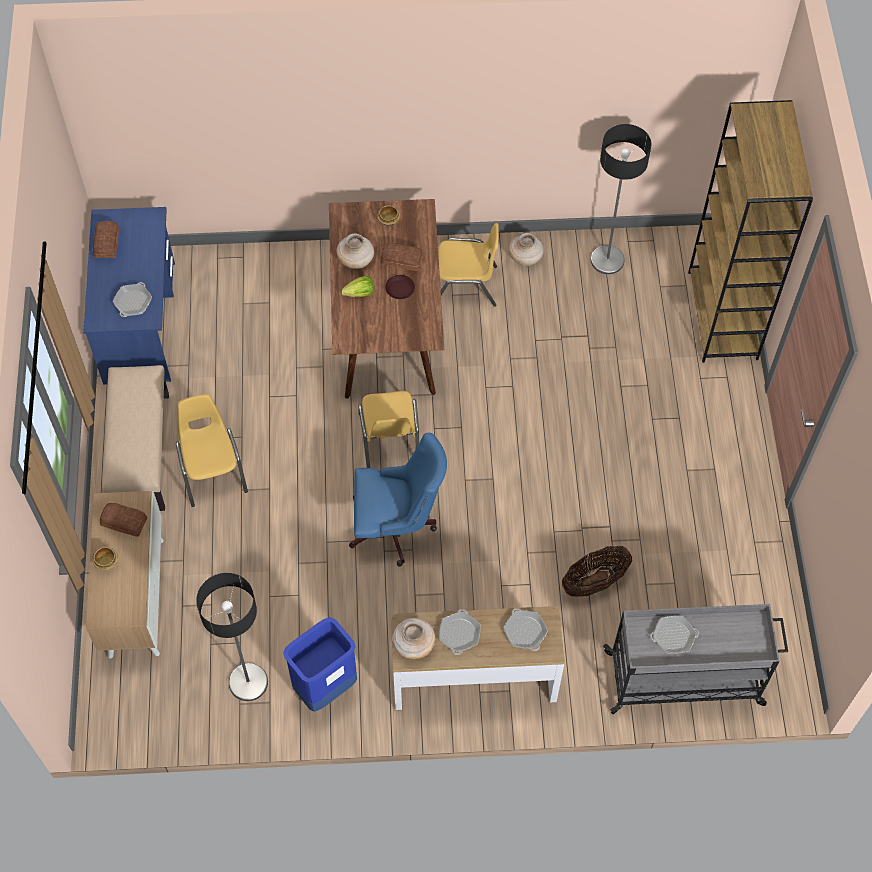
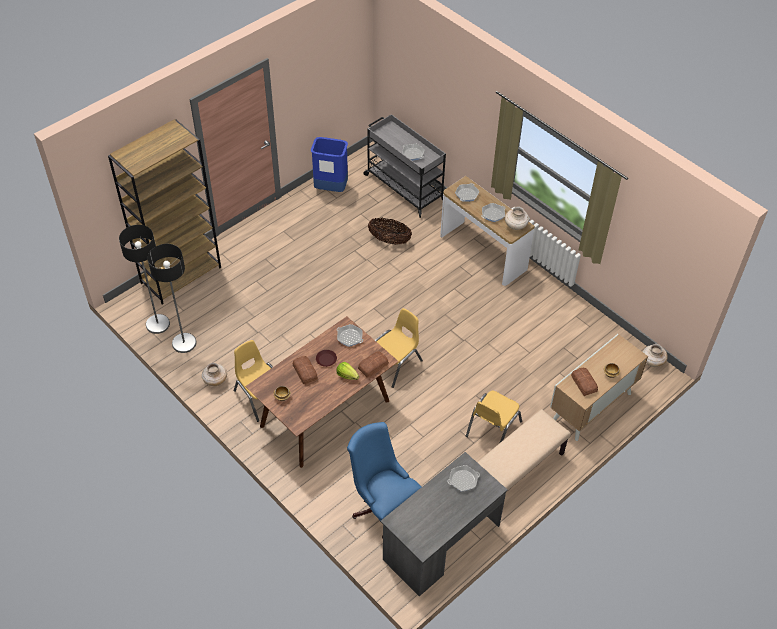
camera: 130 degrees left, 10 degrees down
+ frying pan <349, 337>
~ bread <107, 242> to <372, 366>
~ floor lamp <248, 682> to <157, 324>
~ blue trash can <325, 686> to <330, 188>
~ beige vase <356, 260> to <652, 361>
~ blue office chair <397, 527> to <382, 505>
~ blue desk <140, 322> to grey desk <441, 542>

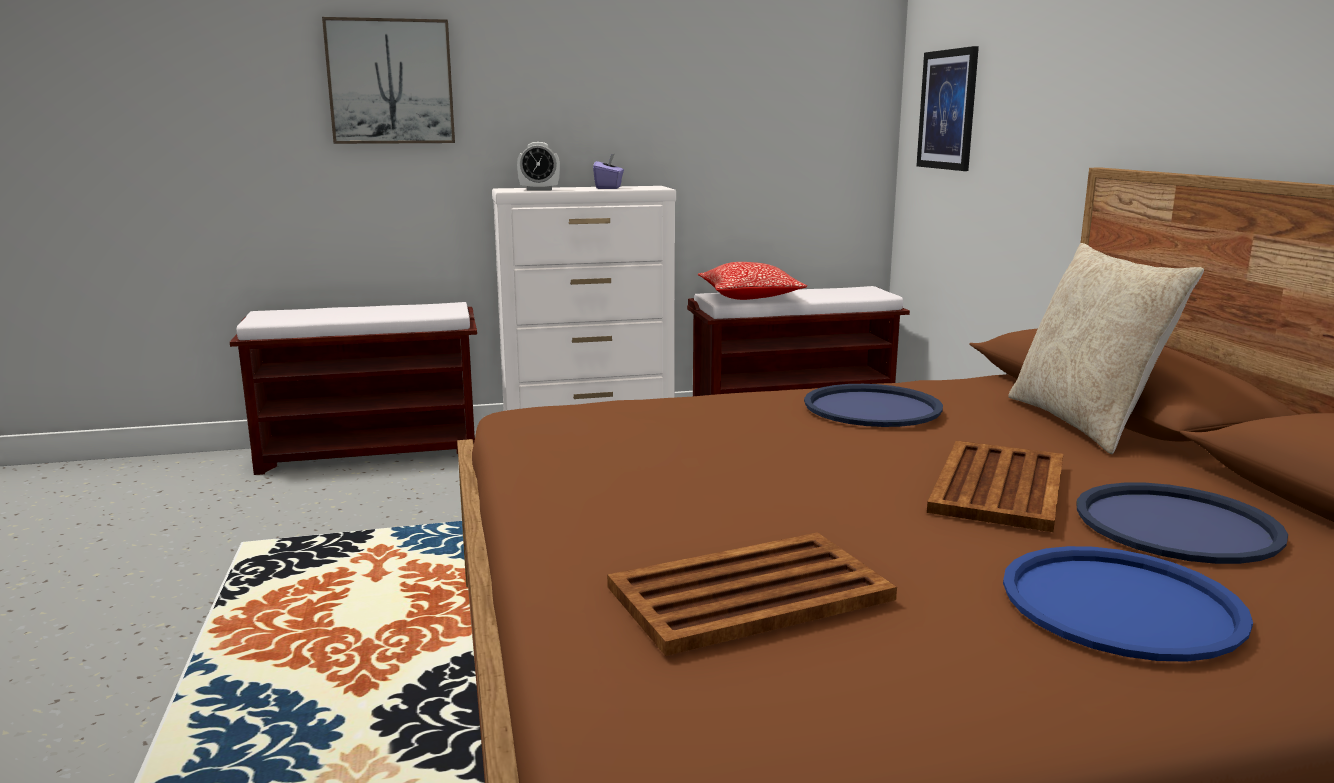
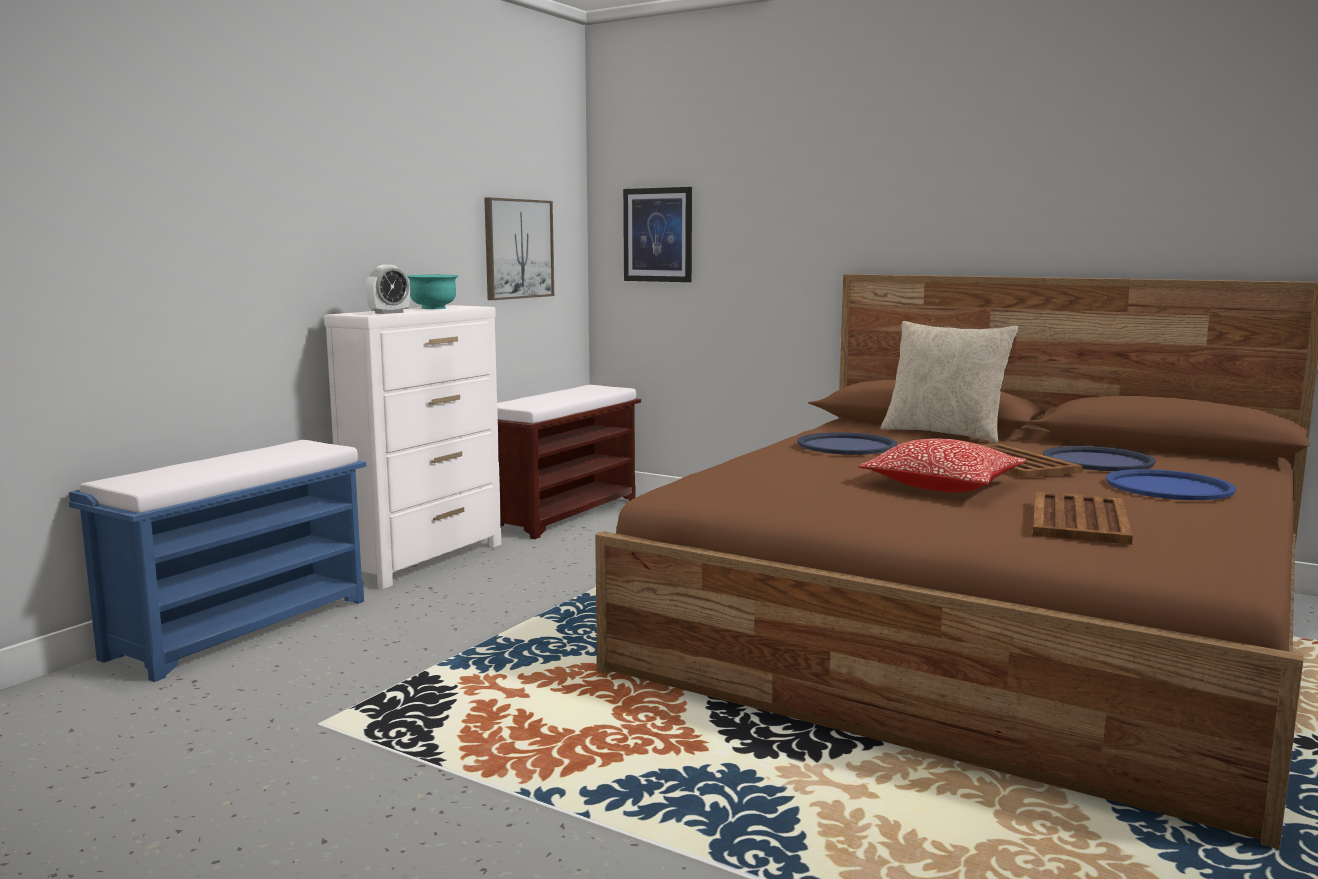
camera: 45 degrees left, 5 degrees down
~ picture <390, 82> to <518, 249>
~ pillow <750, 297> to <942, 486>
~ purple tissue box <609, 188> to turquoise bowl <433, 308>
~ brown bench <372, 452> to blue bench <242, 627>

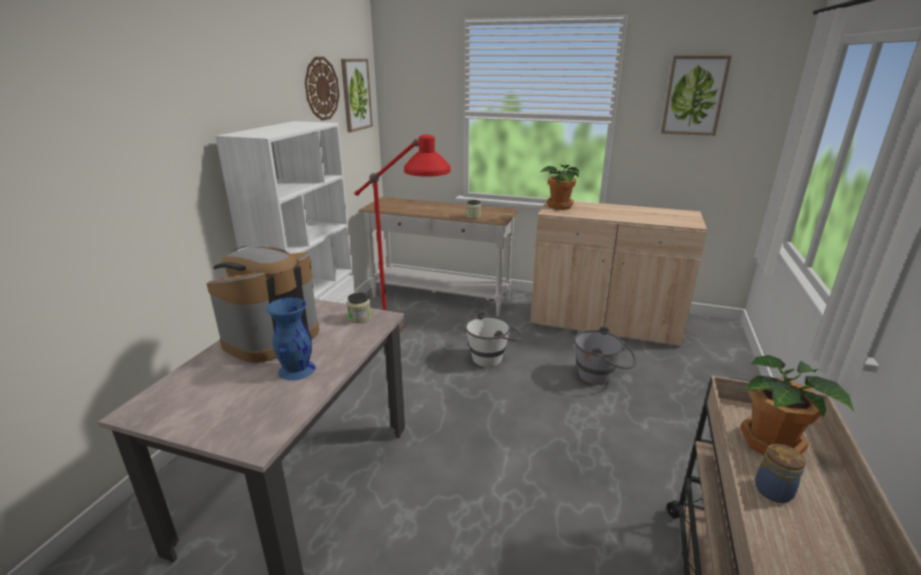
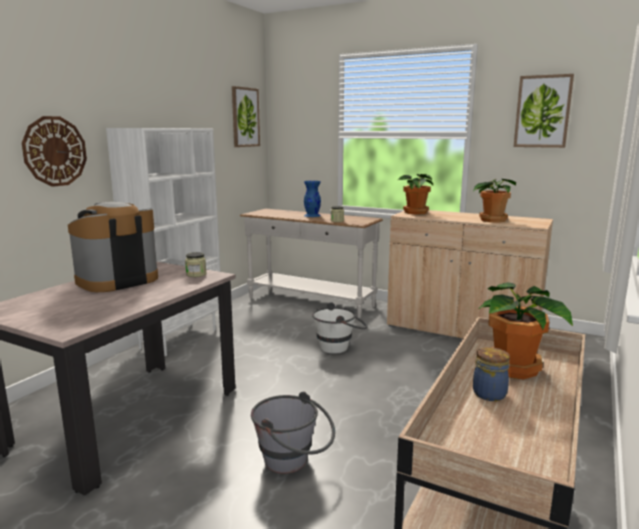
camera: 10 degrees right, 10 degrees down
- red floor lamp <402, 336>
+ potted plant <491, 220>
~ blue vase <296, 370> to <312, 215>
~ wall clock <321, 89> to <55, 151>
~ grey bucket <601, 377> to <293, 462>

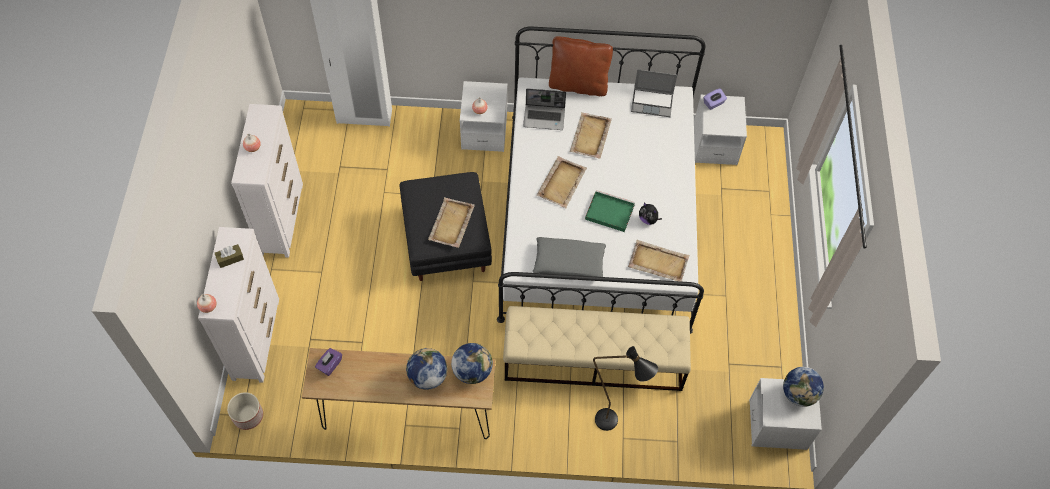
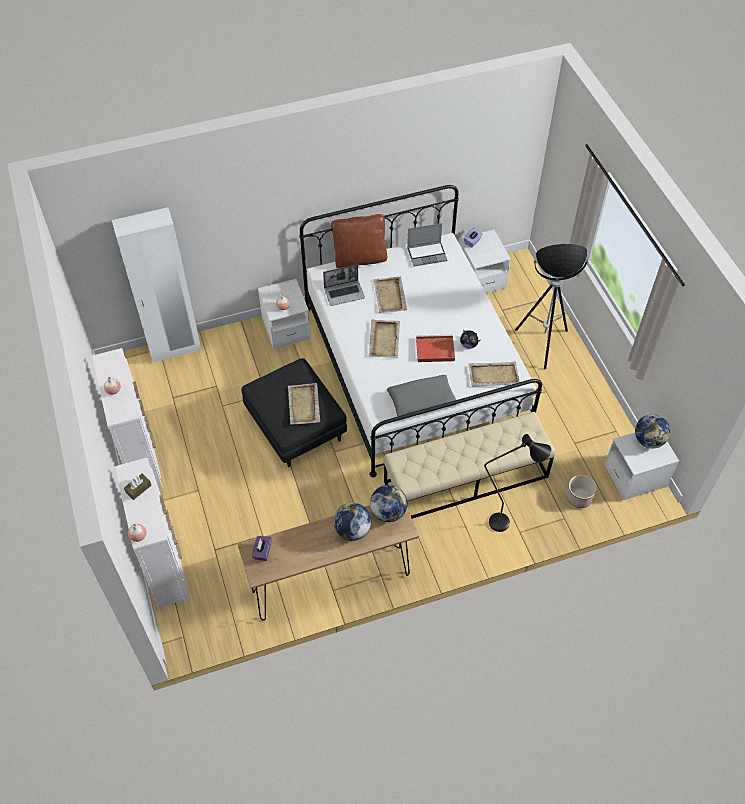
camera: 20 degrees left, 5 degrees down
+ floor lamp <542, 344>
~ planter <248, 416> to <579, 497>
~ green tray <608, 212> to red tray <434, 350>

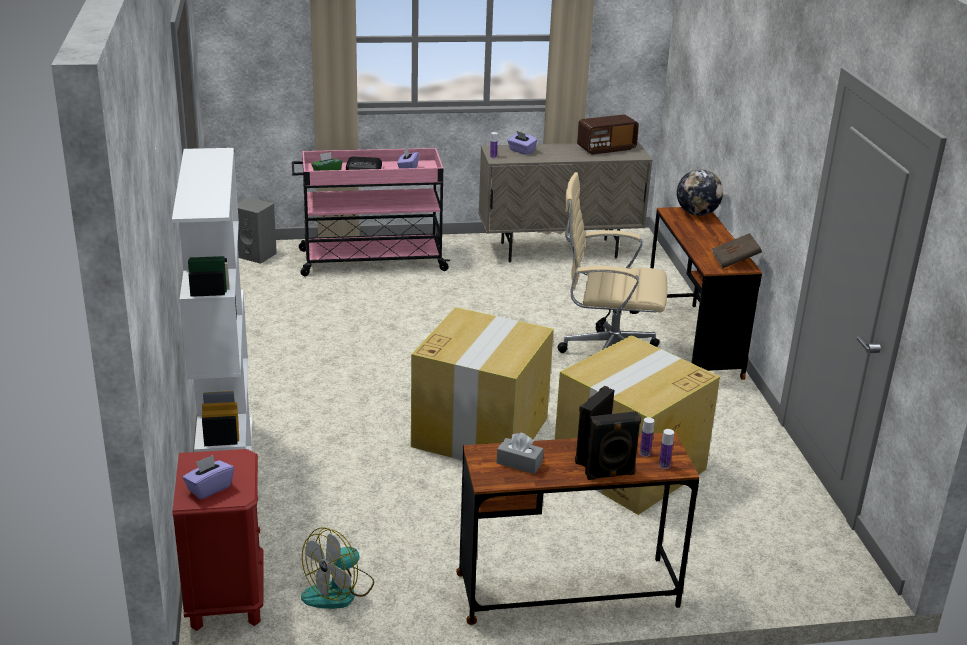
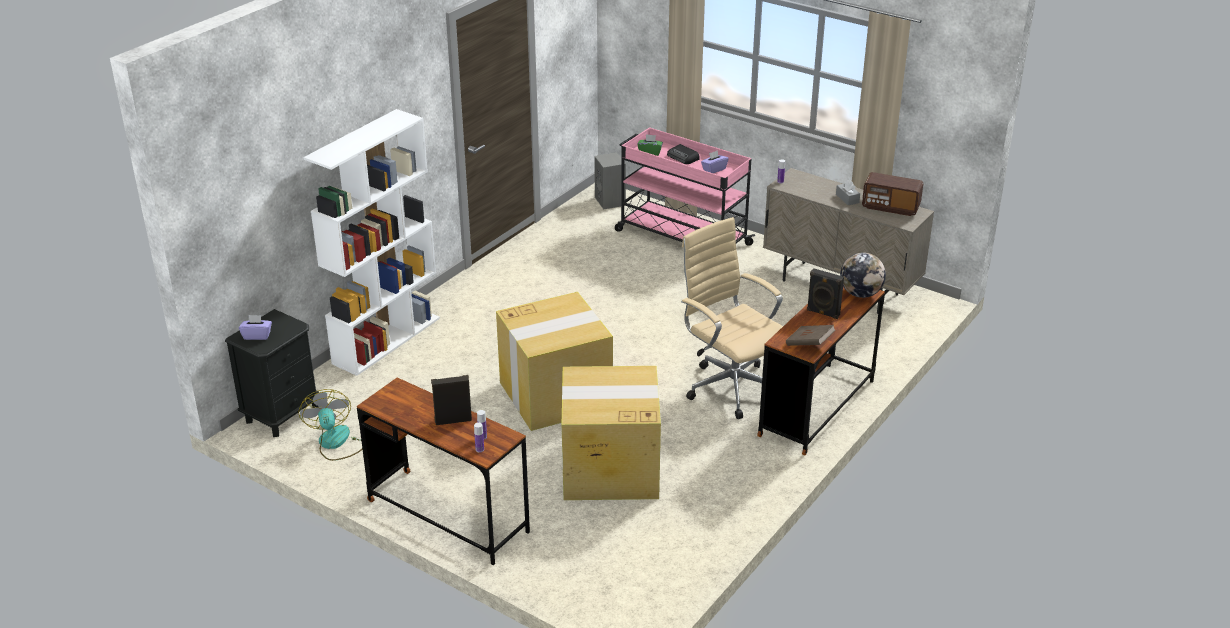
camera: 45 degrees right, 5 degrees up
- purple tissue box <521, 151>
~ grey tissue box <519, 463> to <847, 198>
~ black speaker <610, 475> to <823, 313>
~ red nightstand <226, 596> to black nightstand <282, 414>
~ fan <339, 591> = <336, 443> 75 degrees clockwise

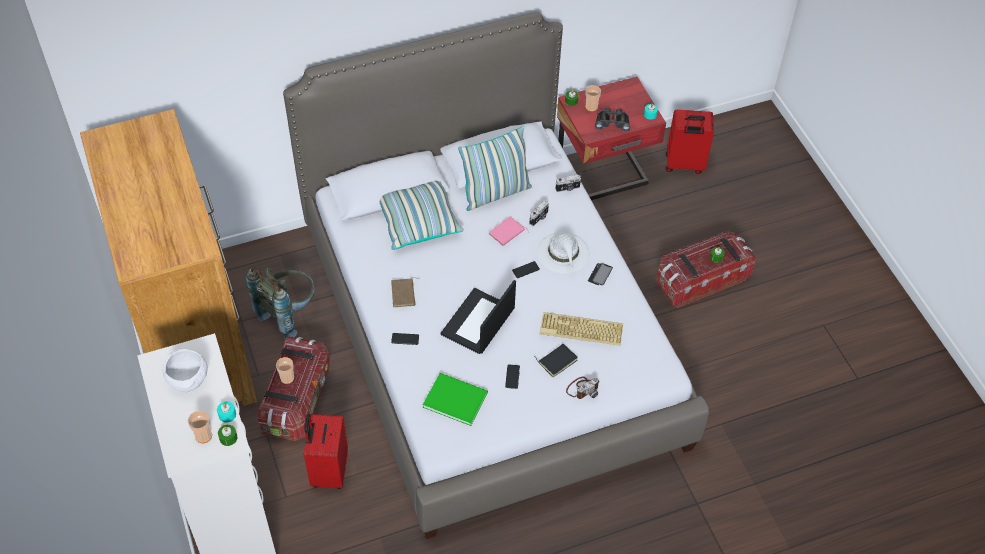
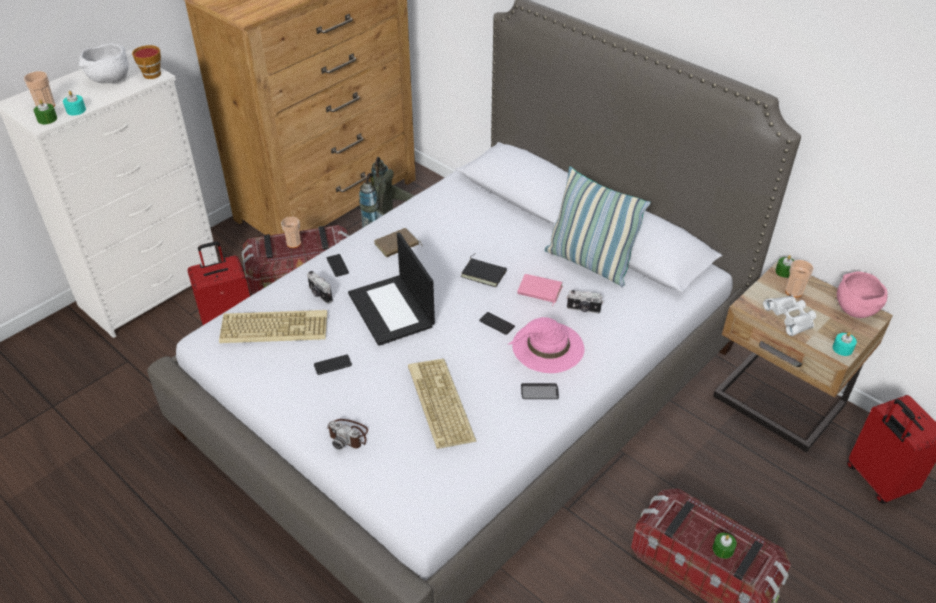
camera: 65 degrees right, 10 degrees down
- pillow <417, 221>
+ cup <152, 76>
+ pink bowl <854, 309>
~ black book <557, 360> to <484, 273>
~ photo camera <568, 188> to <319, 294>
~ green book <454, 398> to keyboard <275, 326>
~ white hat <563, 253> to pink hat <547, 347>
~ red nightstand <603, 175> to beige nightstand <777, 404>
~ black binoculars <612, 122> to white binoculars <790, 317>
~ laptop <478, 322> = <392, 310> 120 degrees counterclockwise

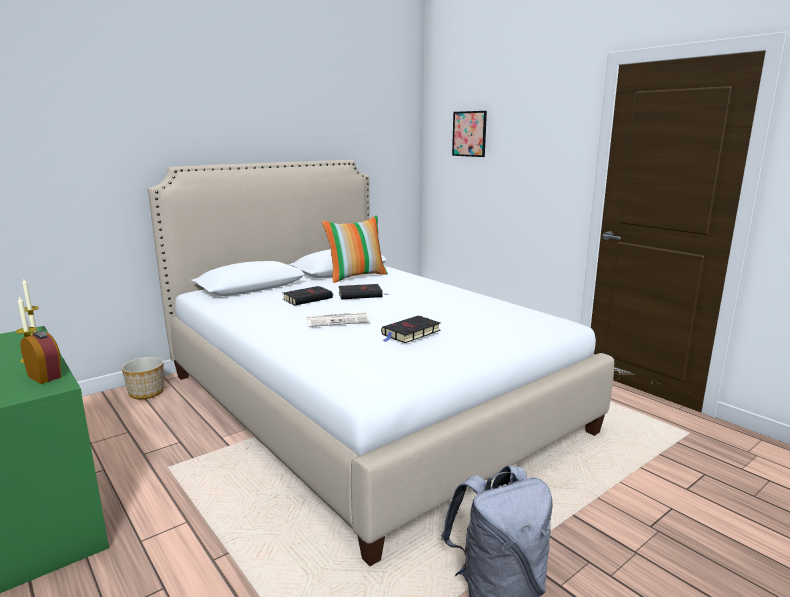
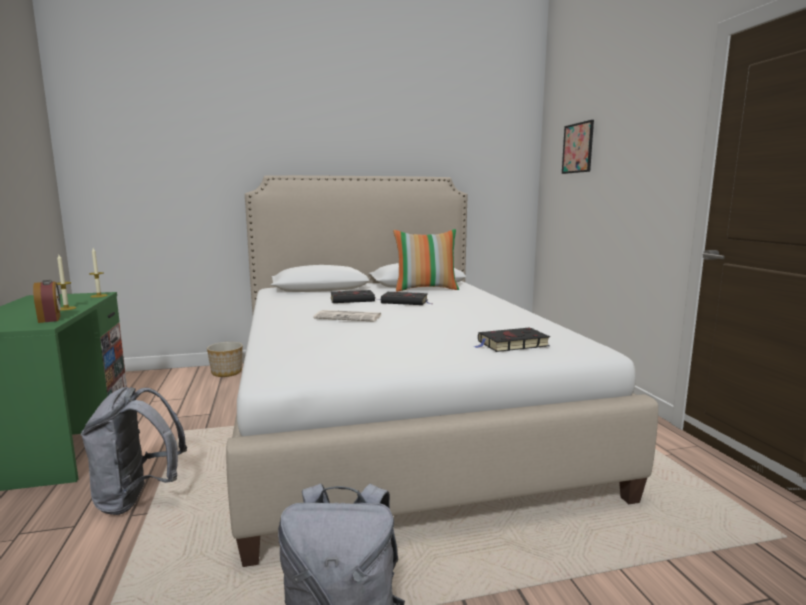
camera: 25 degrees right, 5 degrees down
+ grey backpack <138, 498>
~ black book <410, 333> to <511, 344>

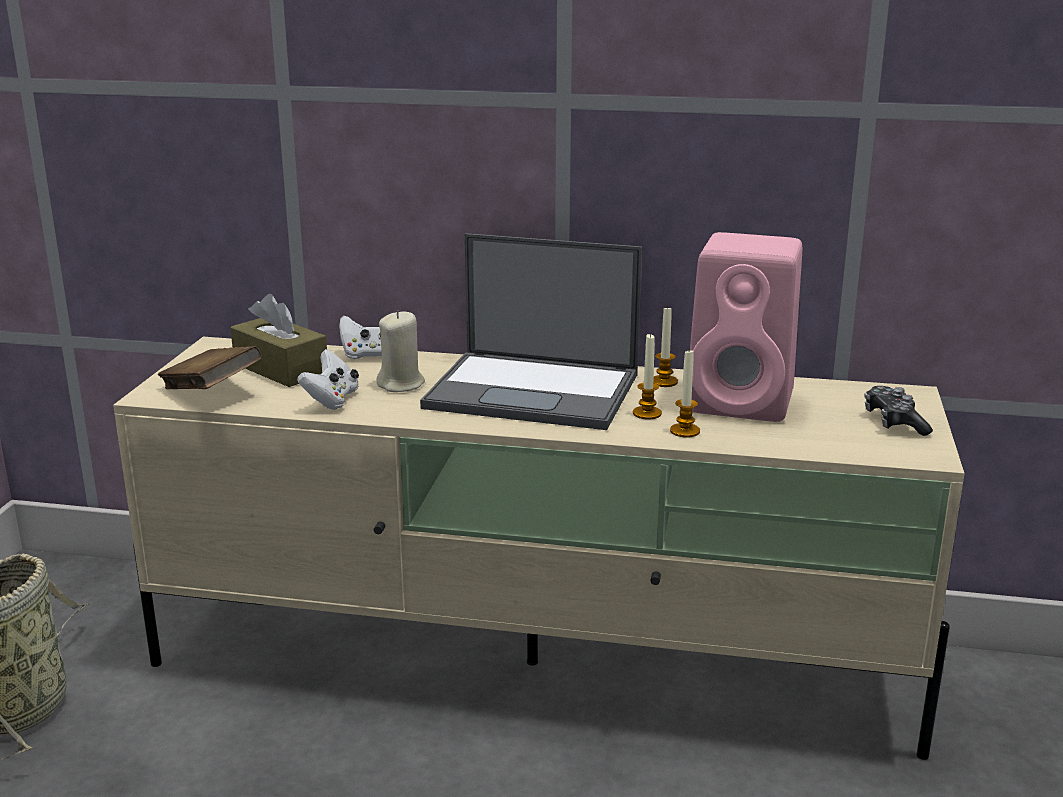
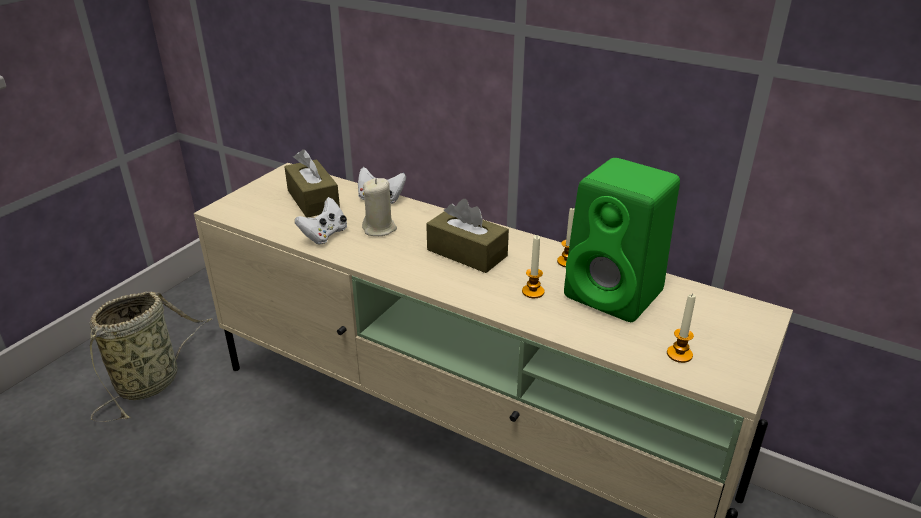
camera: 20 degrees right, 10 degrees up
- brown book <212, 392>
- game controller <894, 422>
~ candle <684, 431> to <679, 354>
~ laptop <536, 391> to brown tissue box <467, 253>
~ pink speaker <744, 402> to green speaker <616, 295>

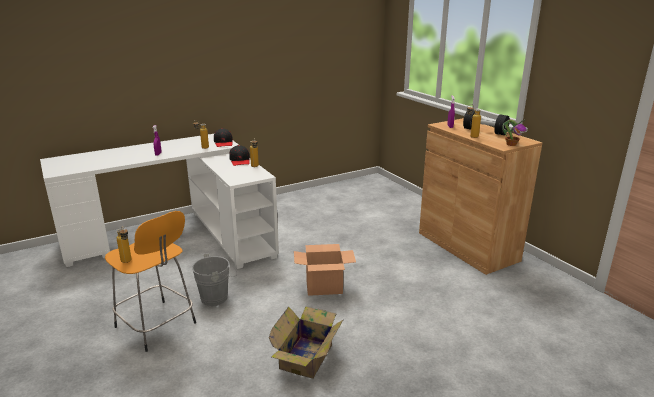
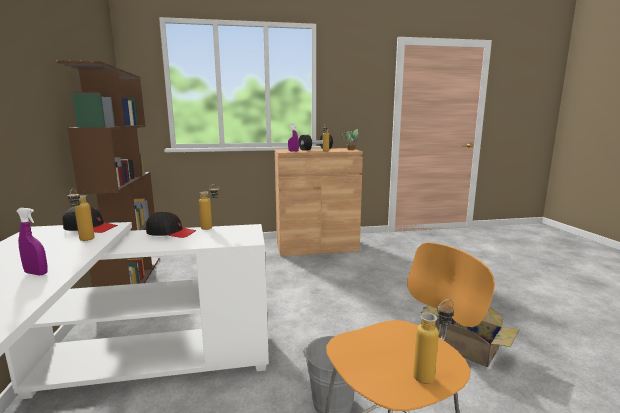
camera: 70 degrees left, 10 degrees down
- cardboard box <324, 287>
+ brown bookcase <131, 279>

